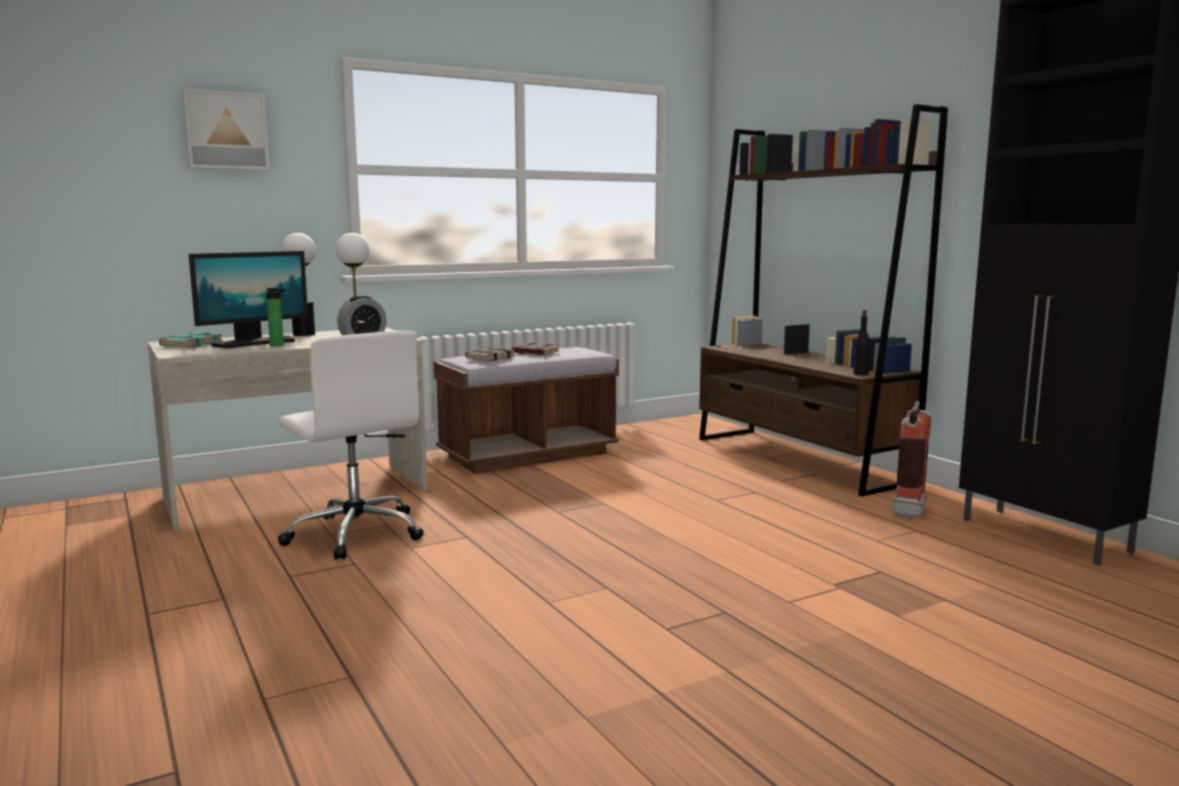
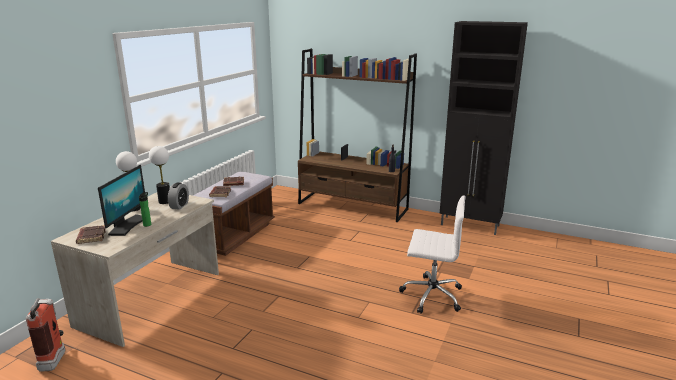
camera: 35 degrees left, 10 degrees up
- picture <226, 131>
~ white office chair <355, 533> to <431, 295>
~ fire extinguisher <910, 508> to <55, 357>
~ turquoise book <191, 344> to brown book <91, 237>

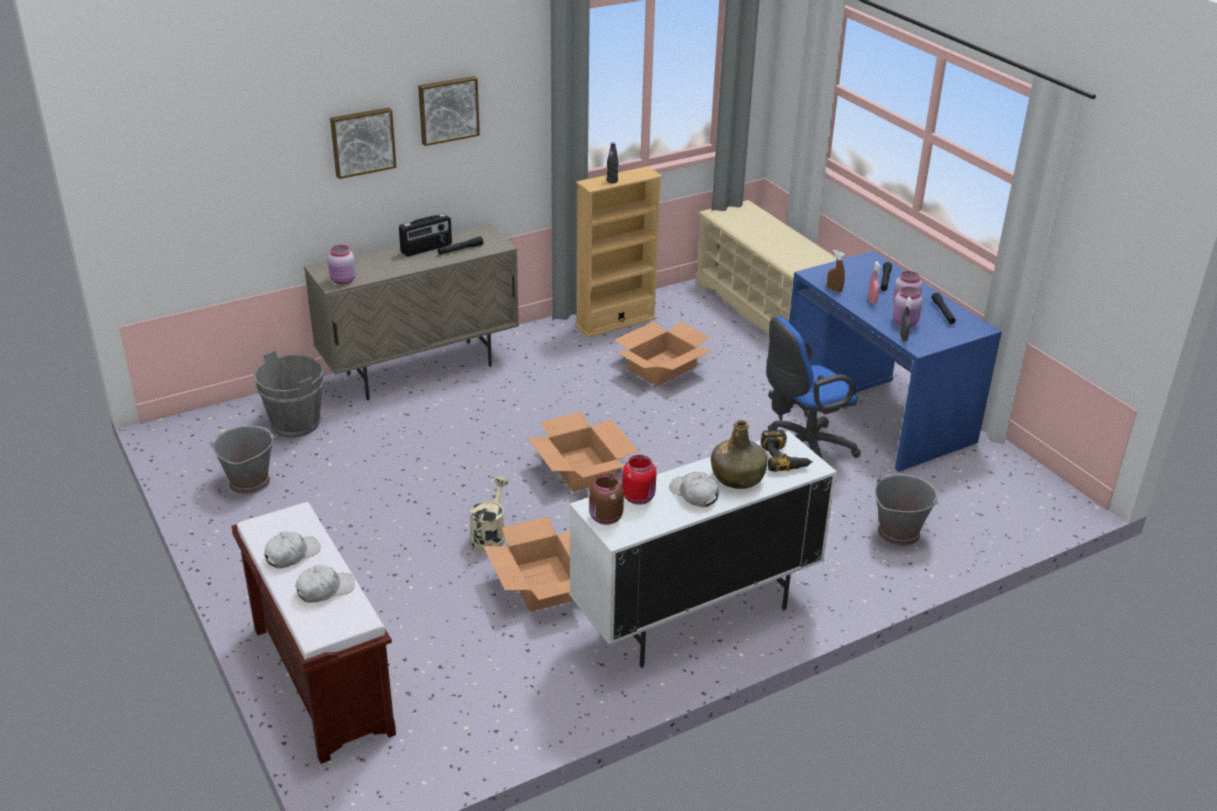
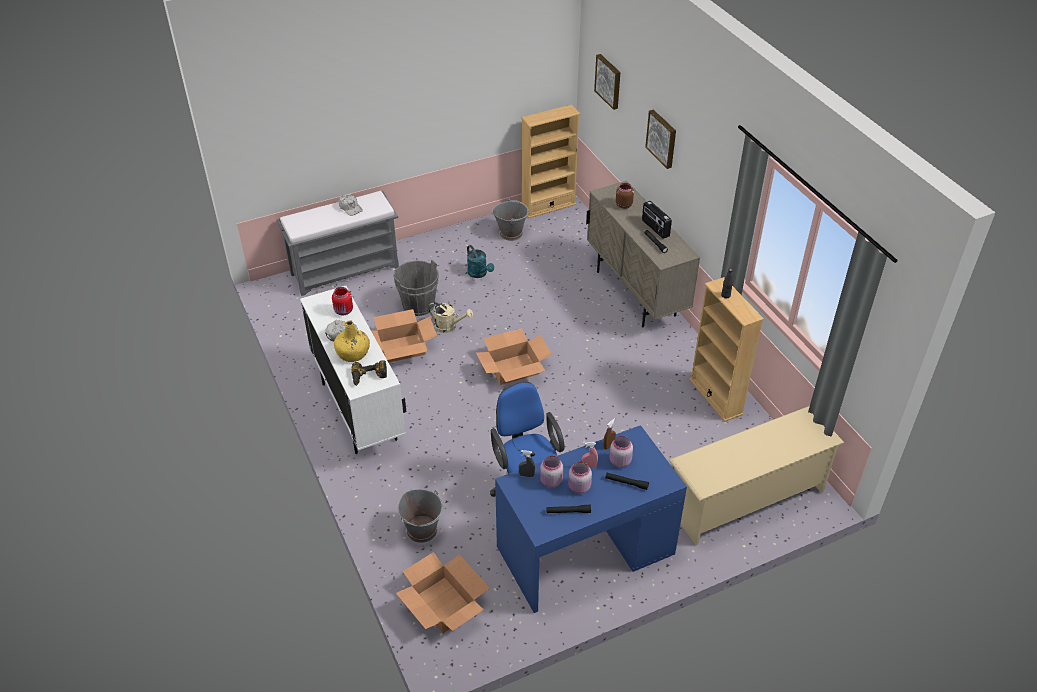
camera: 95 degrees right, 10 degrees up
- white cap <325, 589>
+ turquoise watering can <479, 274>
+ beige bookcase <548, 206>
~ grey bucket <296, 424> to <418, 306>
~ pink jar <343, 281> to <619, 461>
~ picture <448, 109> to <609, 81>
~ brown jar <605, 518> to <623, 205>
~ cardboard box <661, 368> to <444, 604>
~ brown bench <320, 679> to grey bench <345, 270>
~ green bottle <737, 477> to yellow bottle <353, 353>

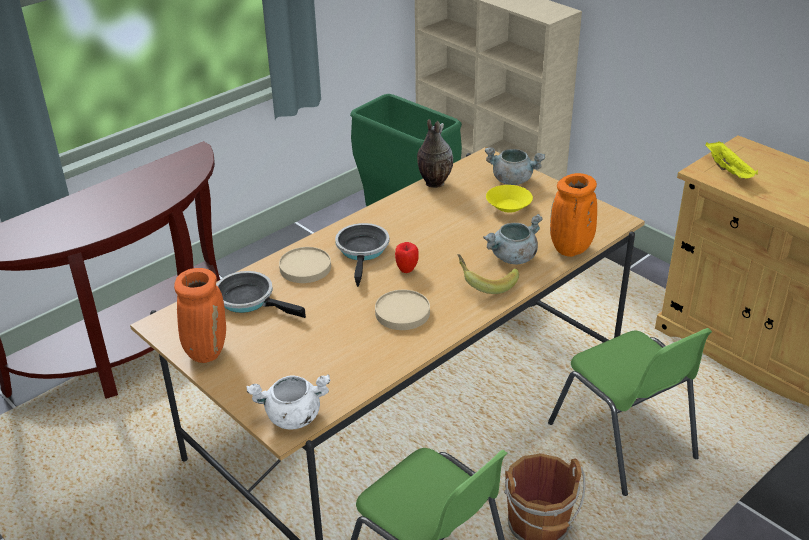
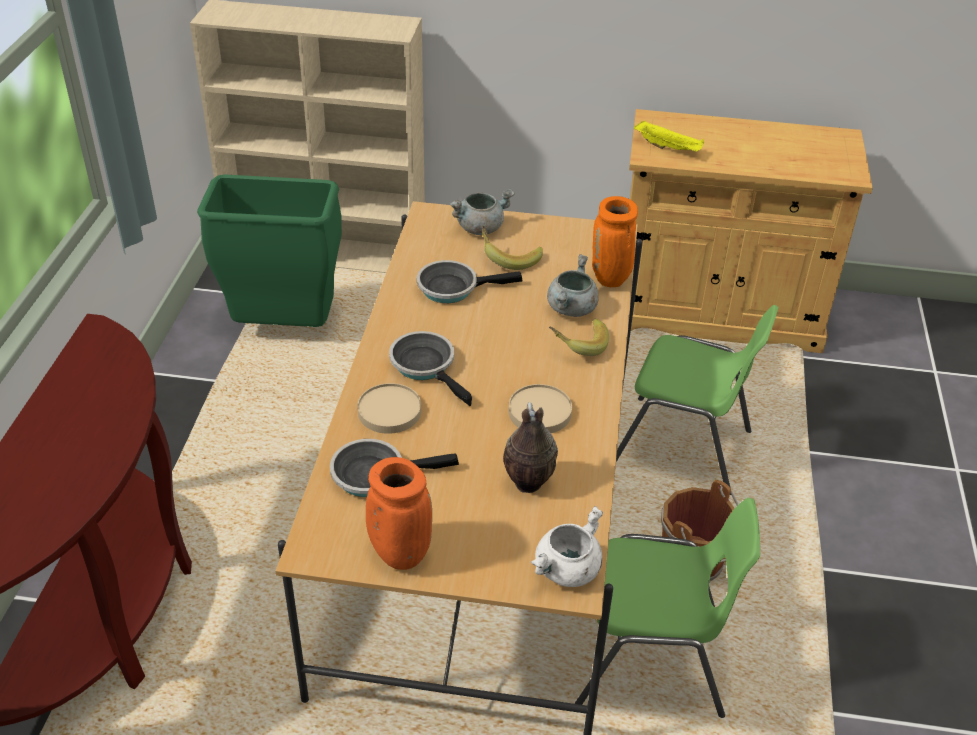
camera: 40 degrees left, 5 degrees up
- apple <407, 270>
+ frying pan <452, 288>
~ vase <433, 183> to <527, 484>
~ yellow bowl <509, 207> to banana <509, 258>

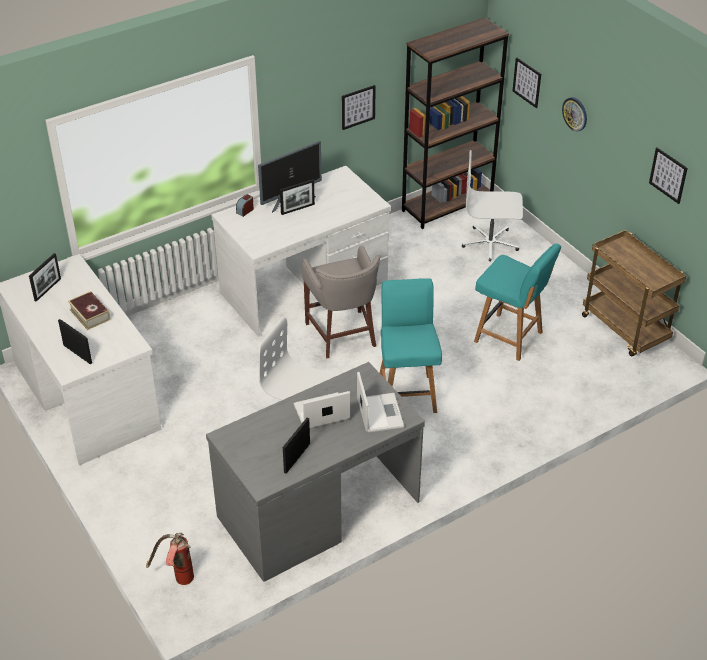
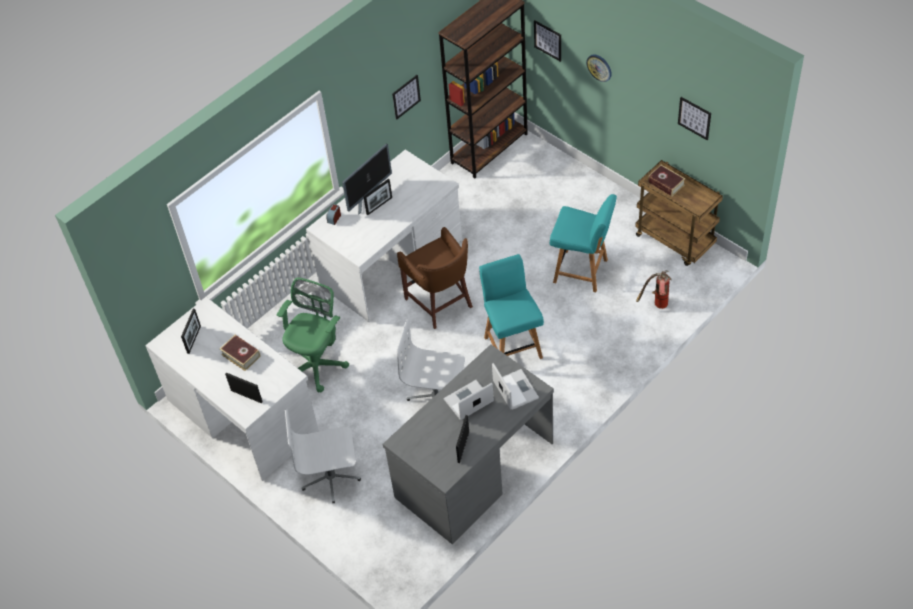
camera: 10 degrees left, 10 degrees up
+ green office chair <317, 364>
+ book <666, 183>
~ fire extinguisher <177, 578> to <656, 305>
~ white office chair <490, 243> to <331, 477>
~ grey stool <342, 335> to brown stool <440, 303>

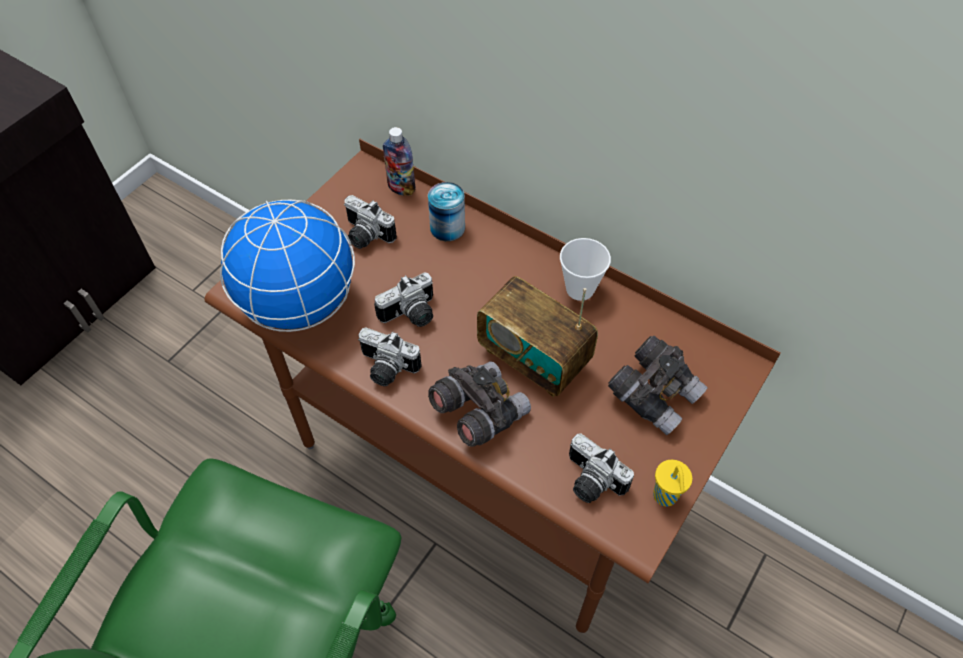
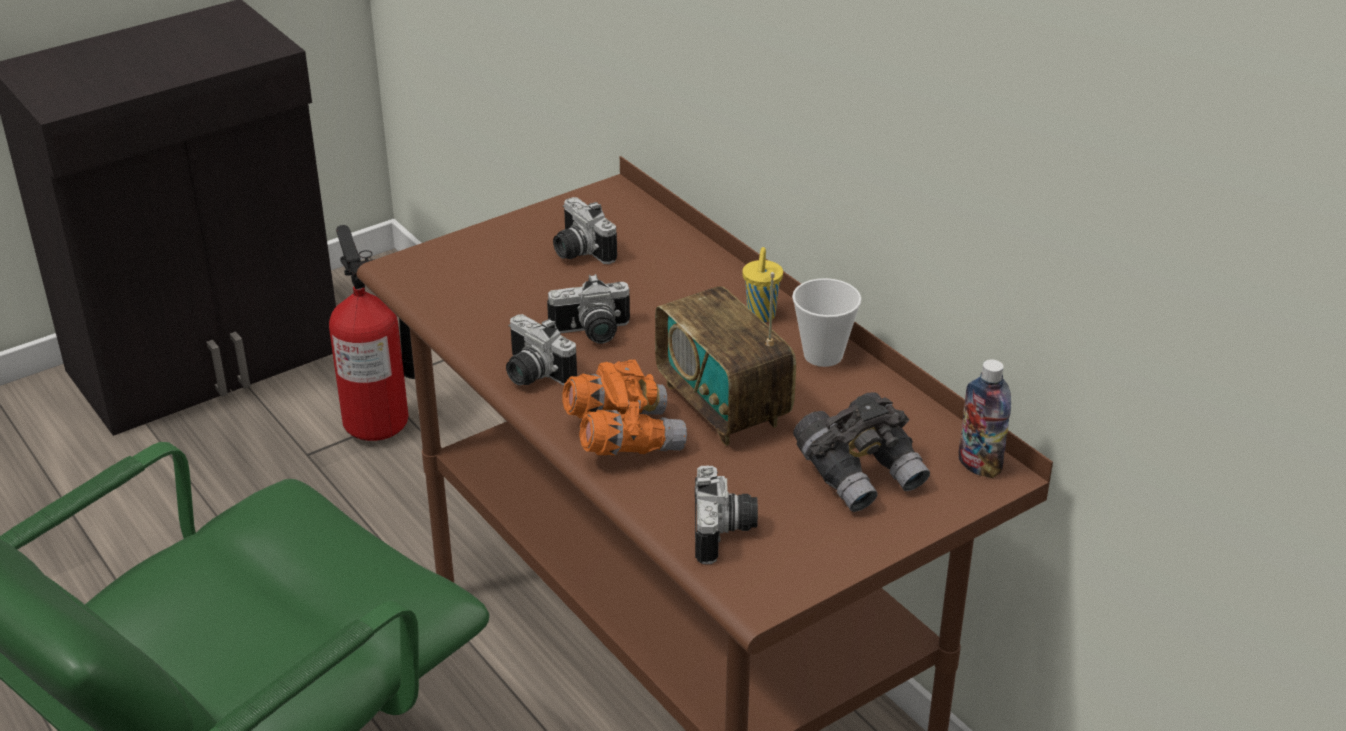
camera: 20 degrees right, 20 degrees down
- globe <300, 304>
- can <447, 227>
+ fire extinguisher <385, 424>
~ bottle <401, 188> to <979, 465>
~ yellow cup <665, 497> to <760, 316>
~ grey binoculars <478, 412> to orange binoculars <623, 437>
~ photo camera <590, 482> = <725, 532> 150 degrees counterclockwise

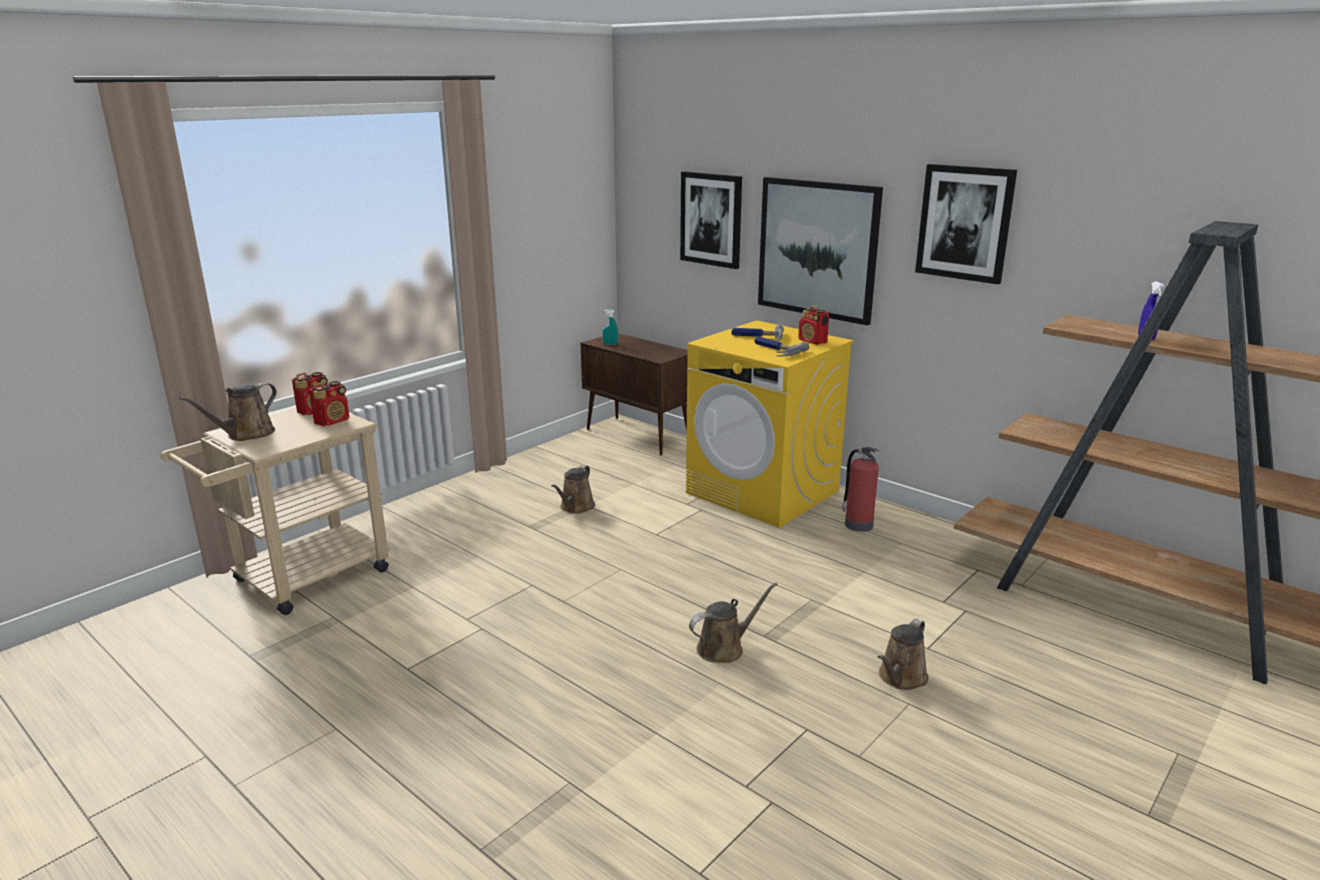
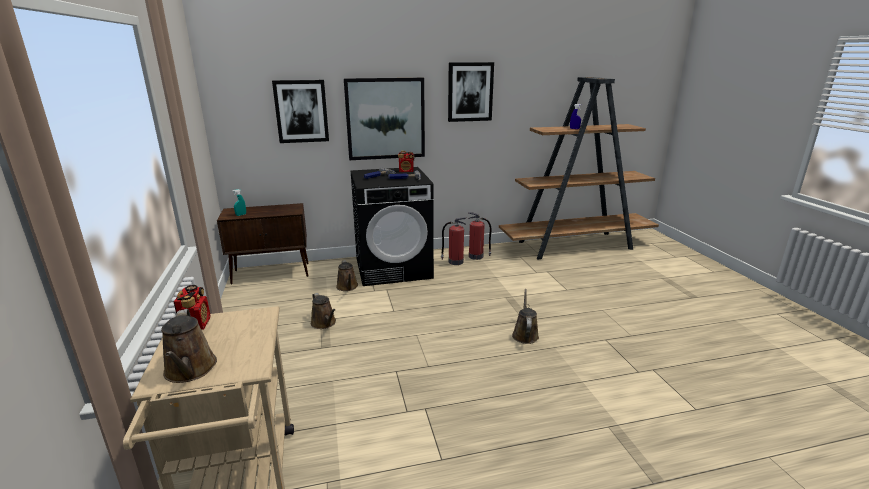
camera: 55 degrees left, 0 degrees up
- radio <333, 421>
+ fire extinguisher <476, 256>
~ brown watering can <900, 678> to <347, 287>
~ yellow washing machine <763, 492> to black washing machine <393, 268>

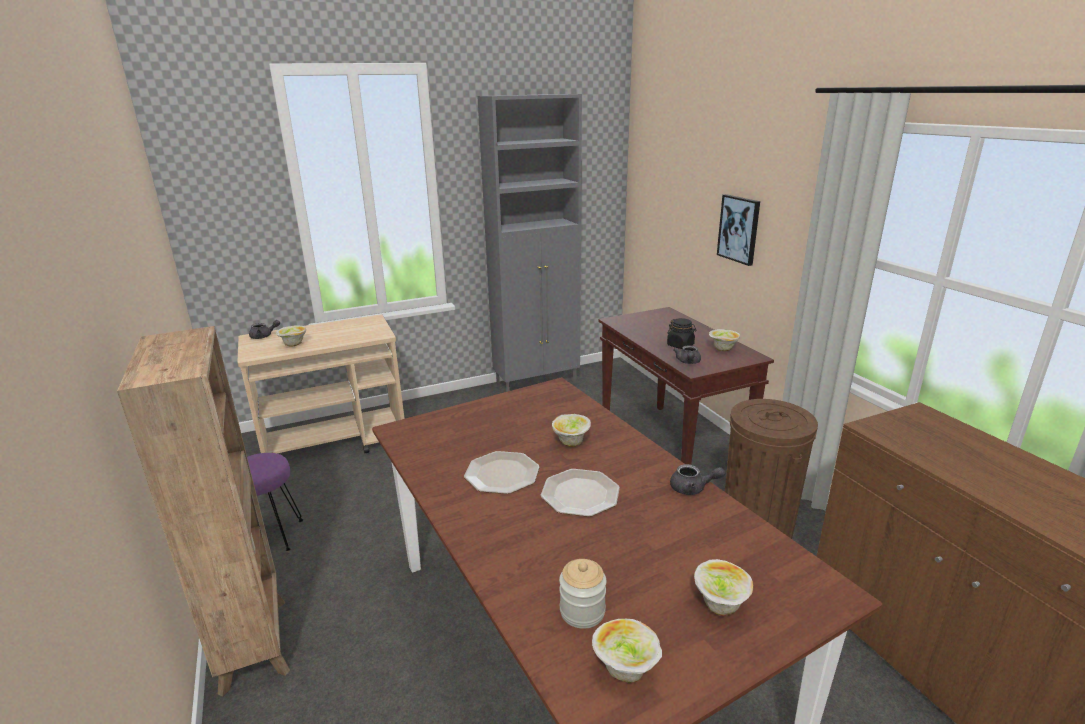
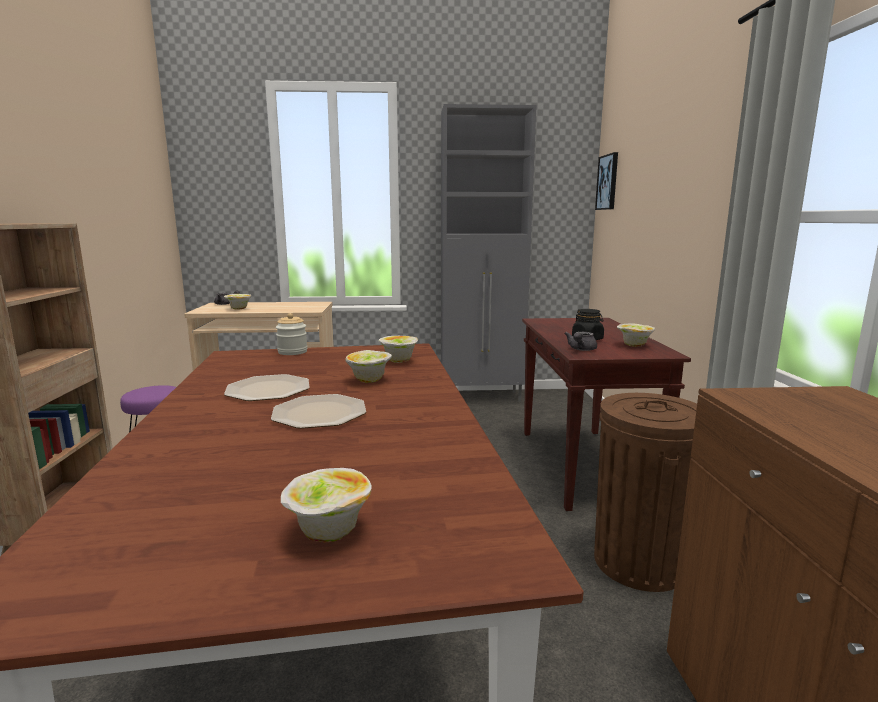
camera: 20 degrees right, 10 degrees down
- grey teapot <692, 489>
~ jar <582, 611> to <292, 352>
~ bowl <625, 671> to <398, 361>
~ picture <739, 229> to <608, 182>

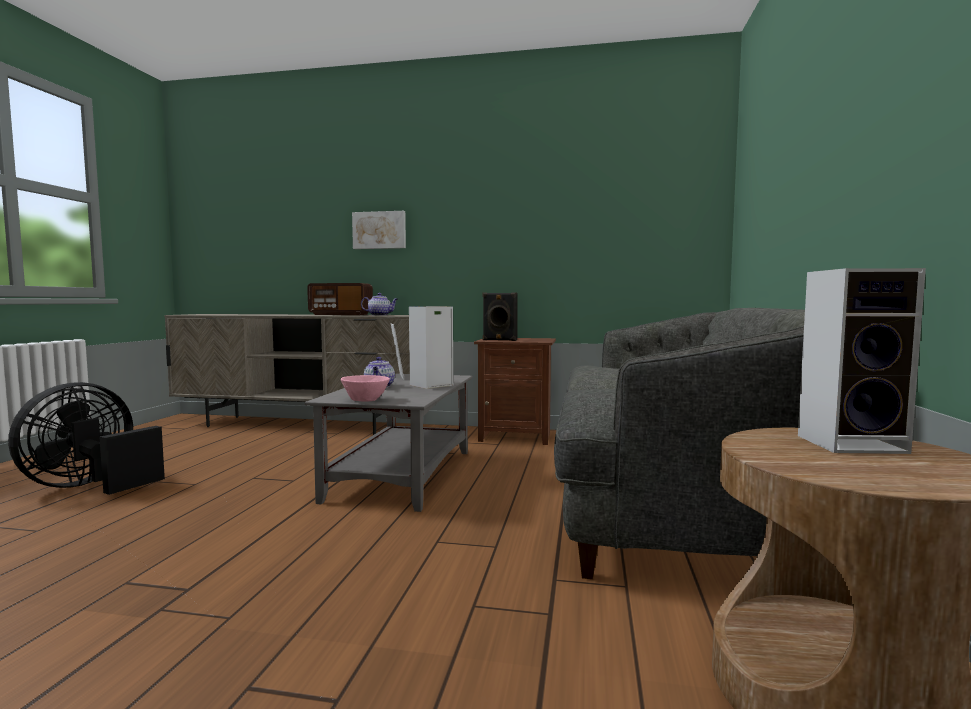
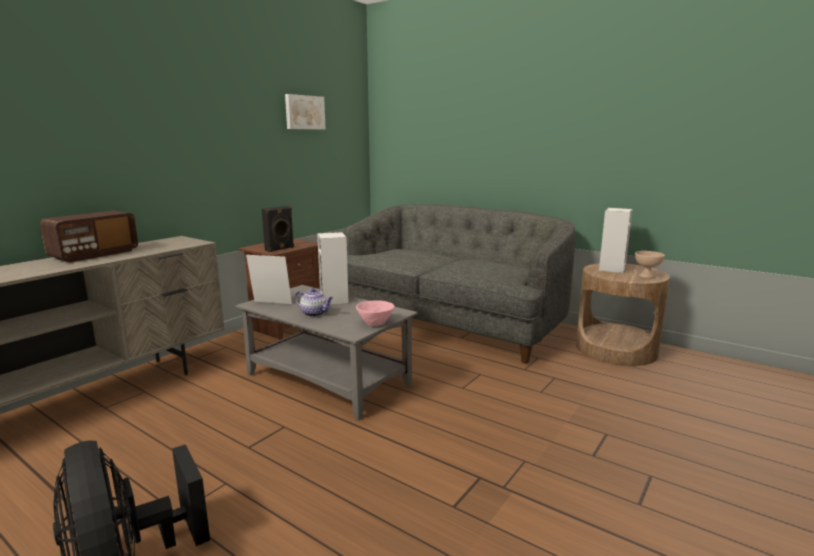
camera: 65 degrees left, 10 degrees up
- teapot <380, 315>
+ beige bowl <646, 276>
~ picture <379, 230> to <304, 112>

